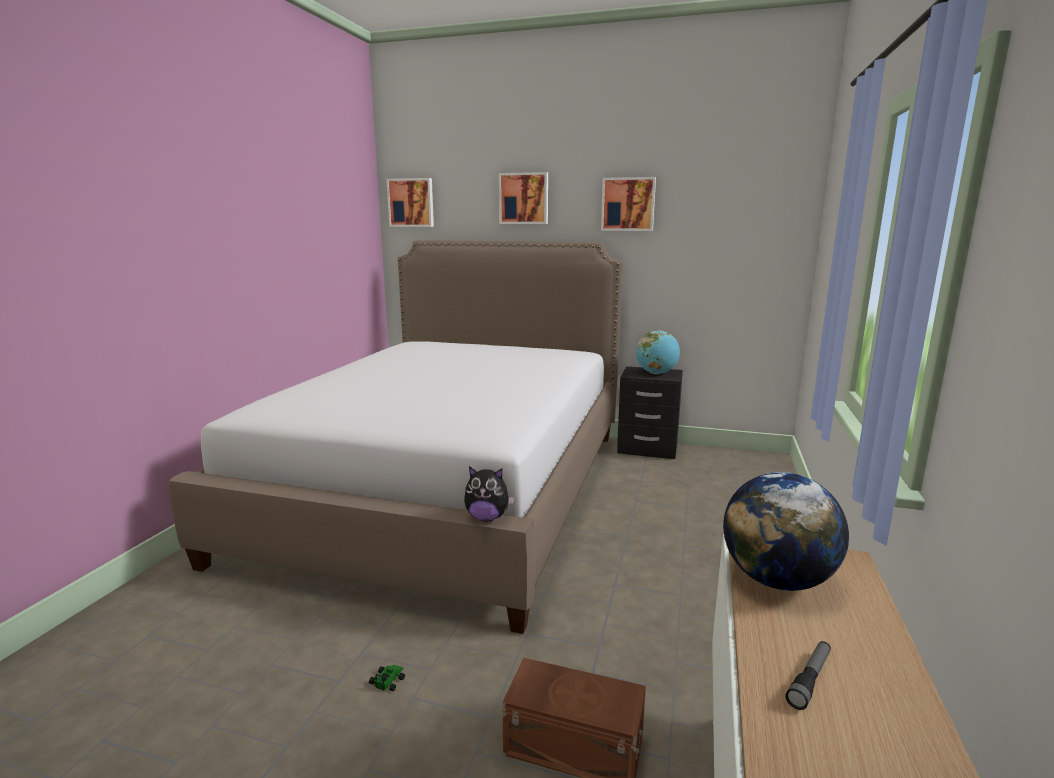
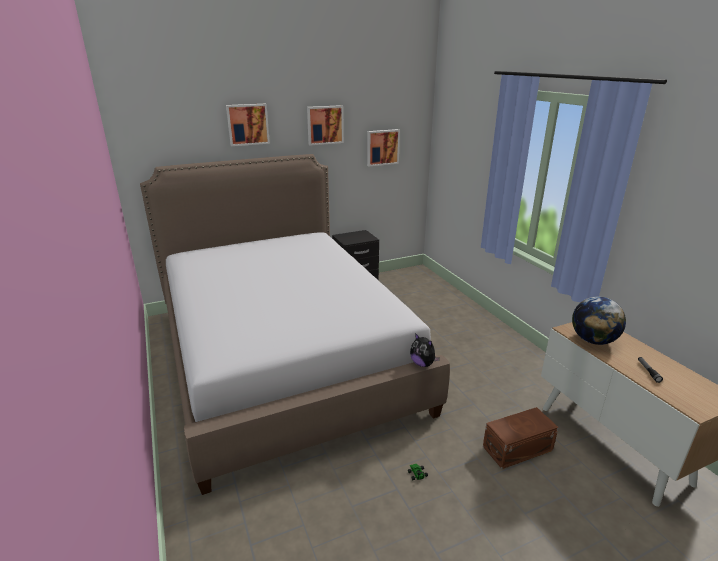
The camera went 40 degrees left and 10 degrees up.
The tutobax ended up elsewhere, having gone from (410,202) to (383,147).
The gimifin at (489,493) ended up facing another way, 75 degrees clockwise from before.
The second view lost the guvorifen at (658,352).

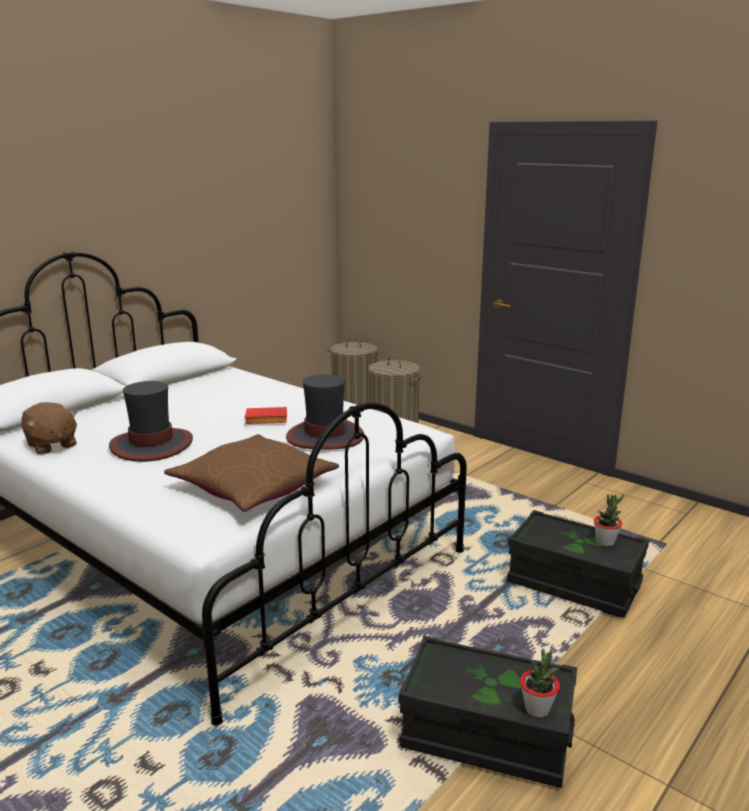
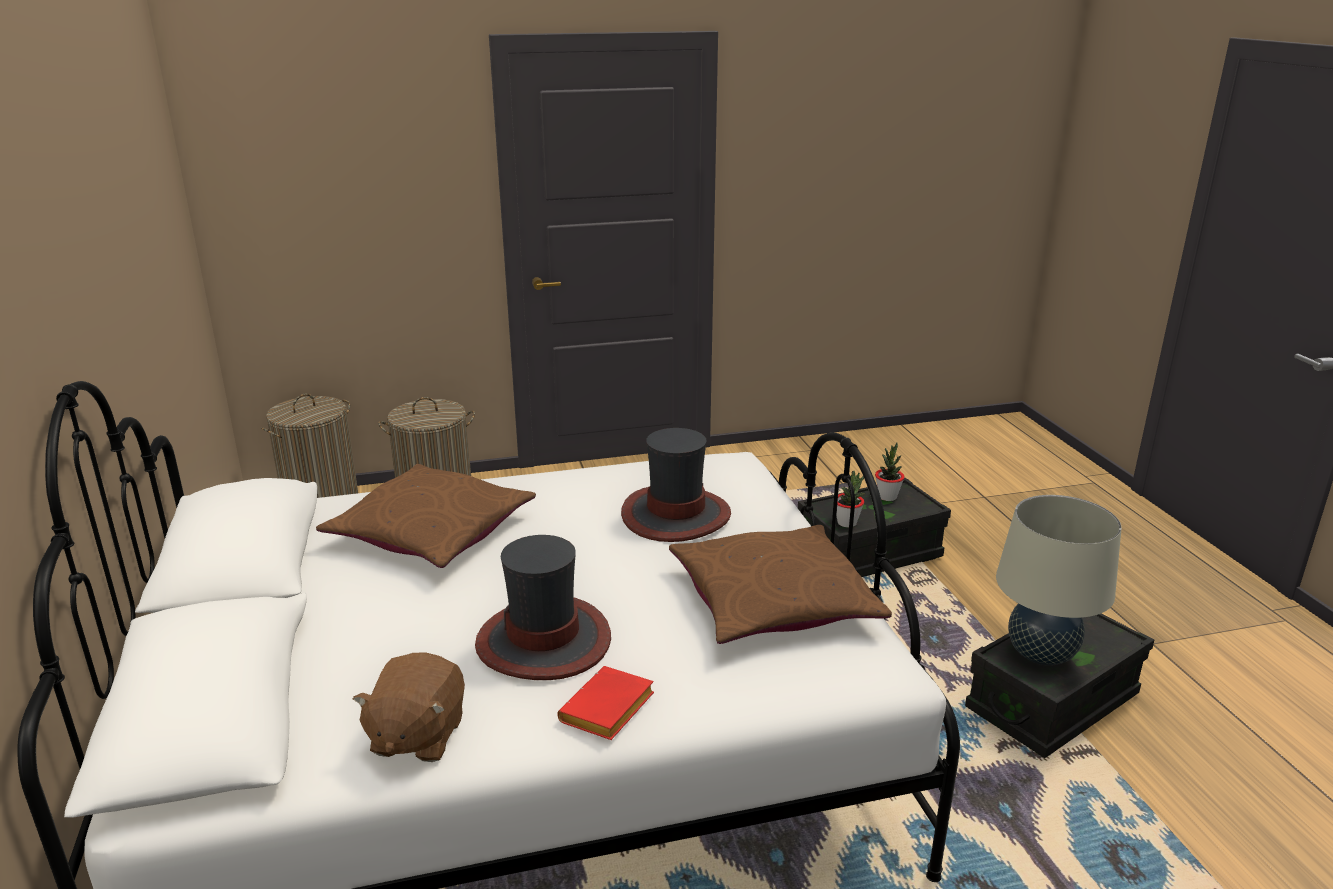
The camera went 55 degrees left and 5 degrees up.
The brown gimifin at (49,428) ended up facing another way, 105 degrees clockwise from before.
The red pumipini ended up elsewhere, having gone from (266,415) to (605,703).
The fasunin ended up elsewhere, having gone from (540,683) to (851,499).
The second view gained the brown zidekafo at (426,516).
The second view gained the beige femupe at (1058,580).

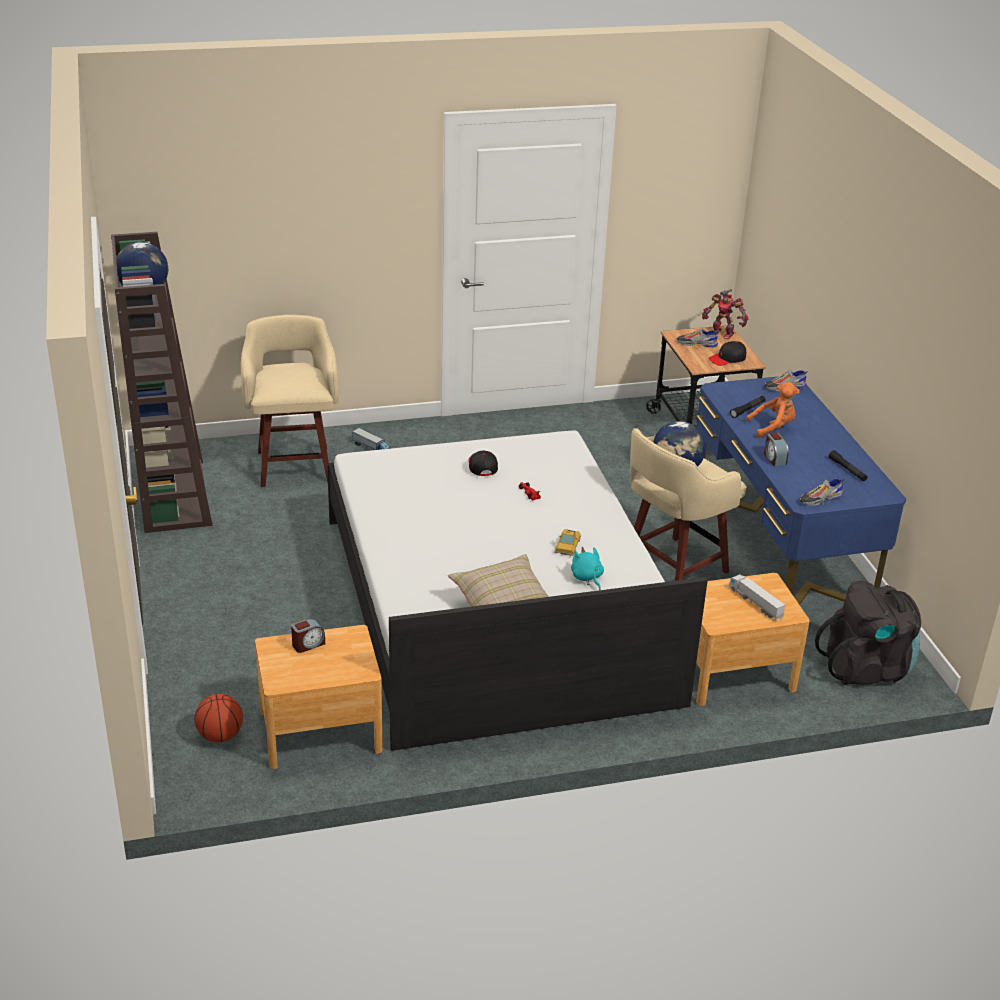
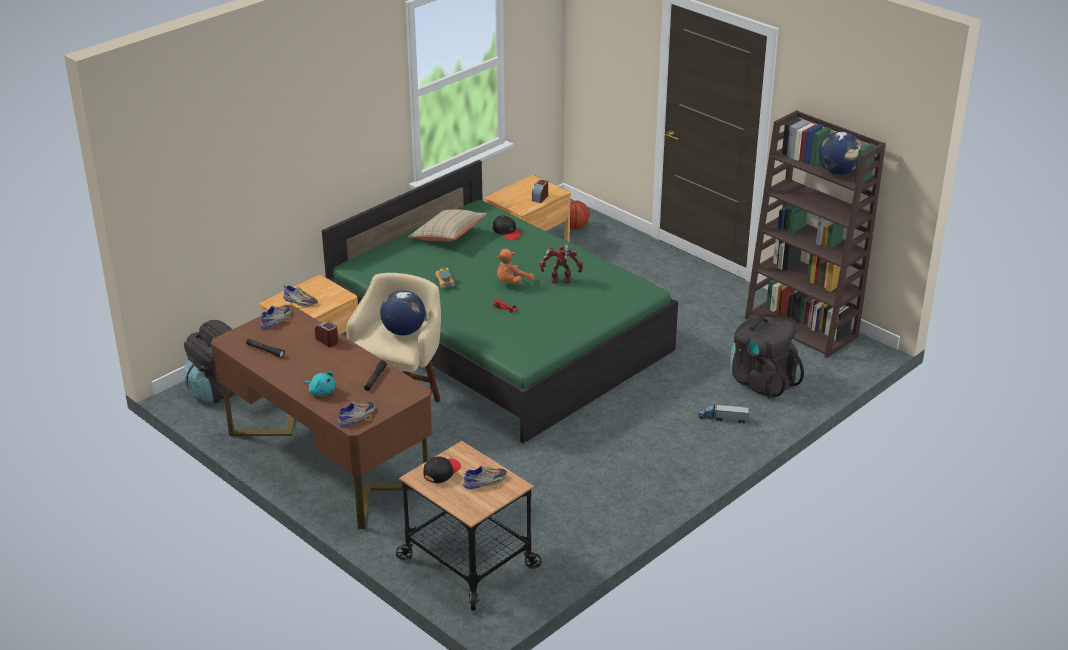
The camera went 150 degrees right and 0 degrees up.
Where the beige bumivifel stood at (290,401), the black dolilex came to stand at (767,358).
What was the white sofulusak at (517,591) turned into the green sofulusak at (500,302).
The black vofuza ended up elsewhere, having gone from (483,463) to (507,227).
The turquoise gimifin ended up elsewhere, having gone from (587,568) to (319,384).
What was the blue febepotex at (801,490) turned into the brown febepotex at (321,417).
The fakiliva ended up elsewhere, having gone from (725,314) to (561,263).
Where the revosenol stood at (757,597), the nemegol came to stand at (300,297).
The orange gimifin ended up elsewhere, having gone from (773,410) to (515,267).

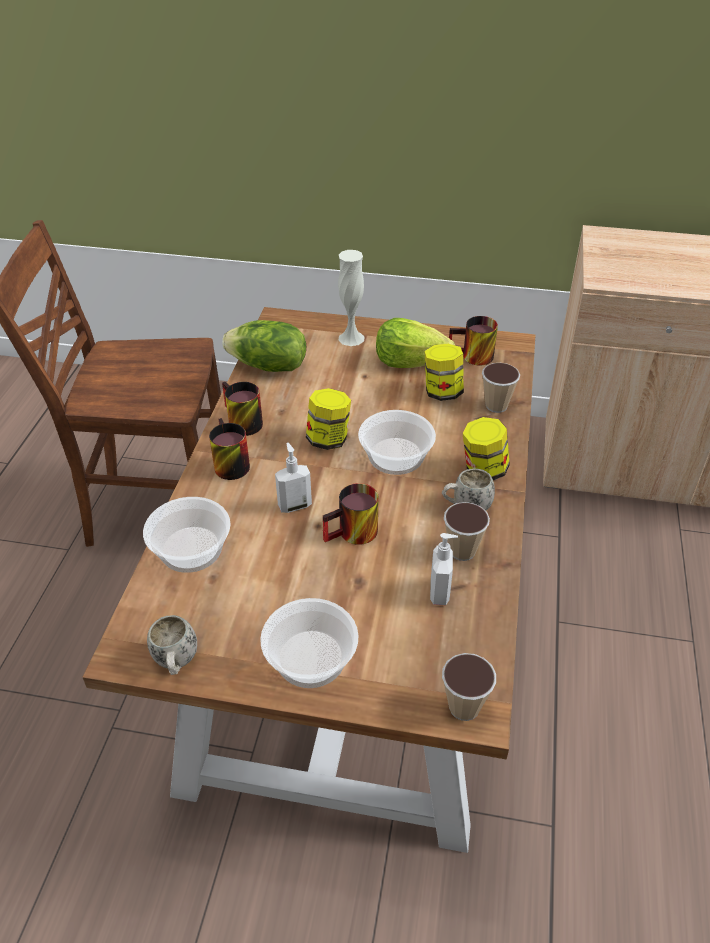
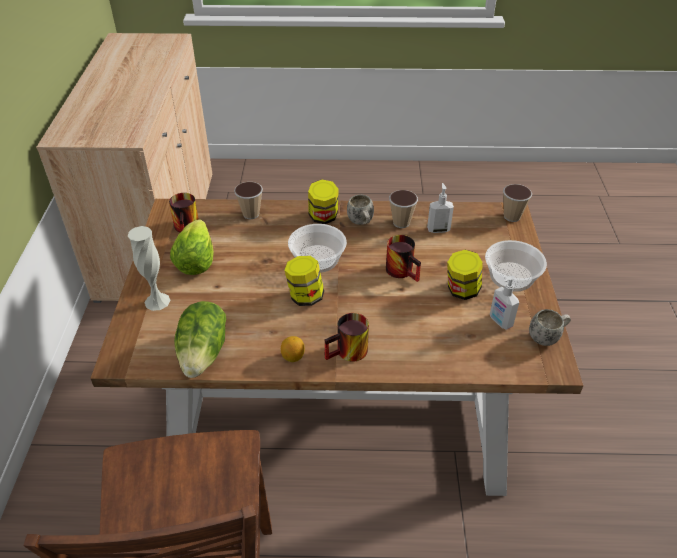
The camera went 100 degrees left and 0 degrees up.
The second view lost the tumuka at (186,535).
Where the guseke stood at (242,409), the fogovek came to stand at (293,349).
The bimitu ended up elsewhere, having gone from (293,477) to (504,303).
The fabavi ended up elsewhere, having gone from (444,372) to (465,275).

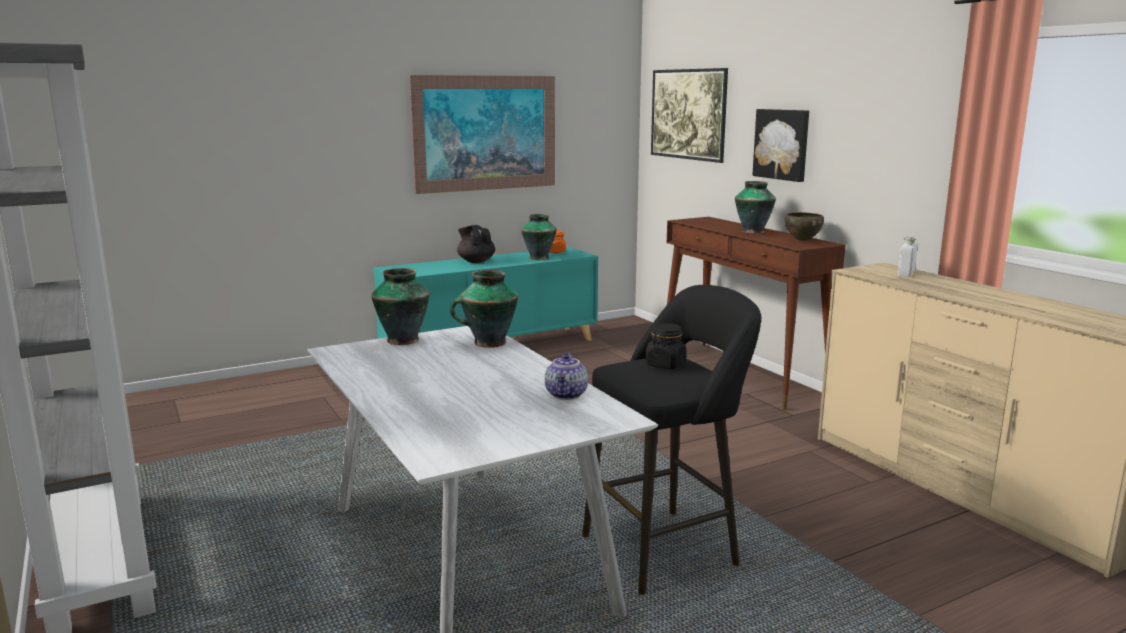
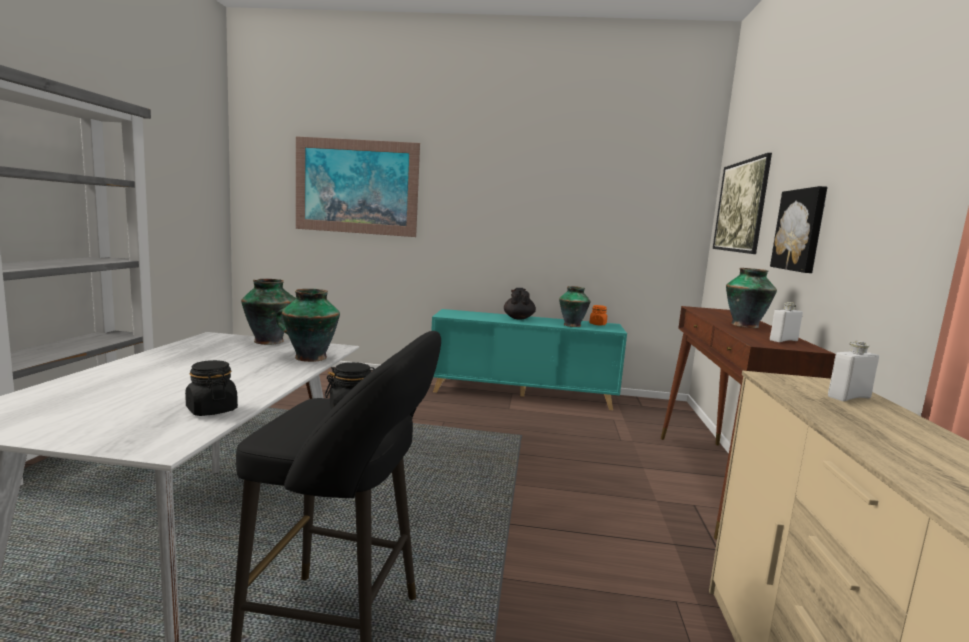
The camera went 35 degrees right and 5 degrees down.
The tutobax ended up elsewhere, having gone from (482,134) to (358,186).
Where the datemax stood at (566,376), the black fabavi came to stand at (211,388).
Where the brown tumuka stood at (804,226), the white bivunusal came to stand at (786,322).

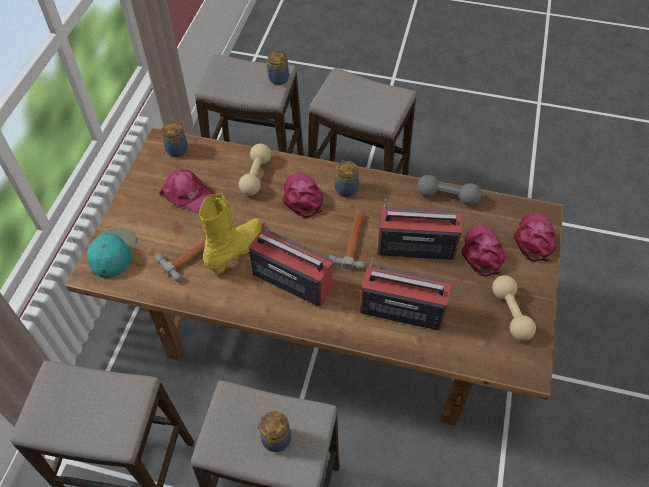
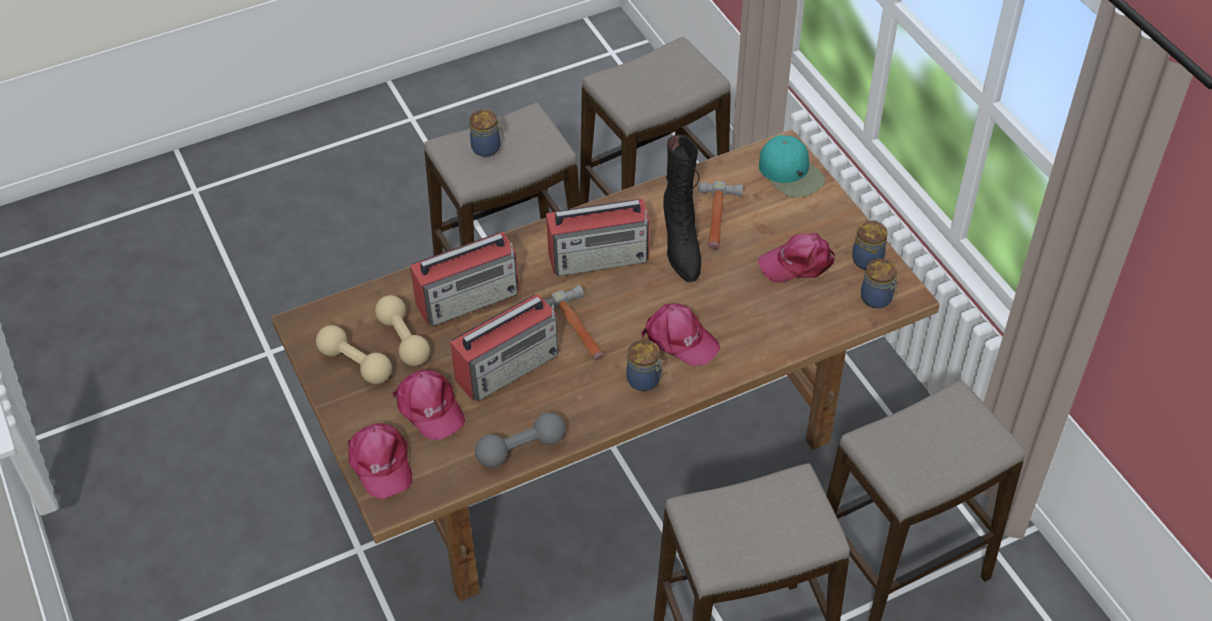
The camera went 140 degrees right and 5 degrees down.
What was the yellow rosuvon at (230,234) turned into the black rosuvon at (682,208).
The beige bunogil ended up elsewhere, having gone from (255,169) to (402,330).
The fabavi ended up elsewhere, having gone from (277,68) to (869,245).

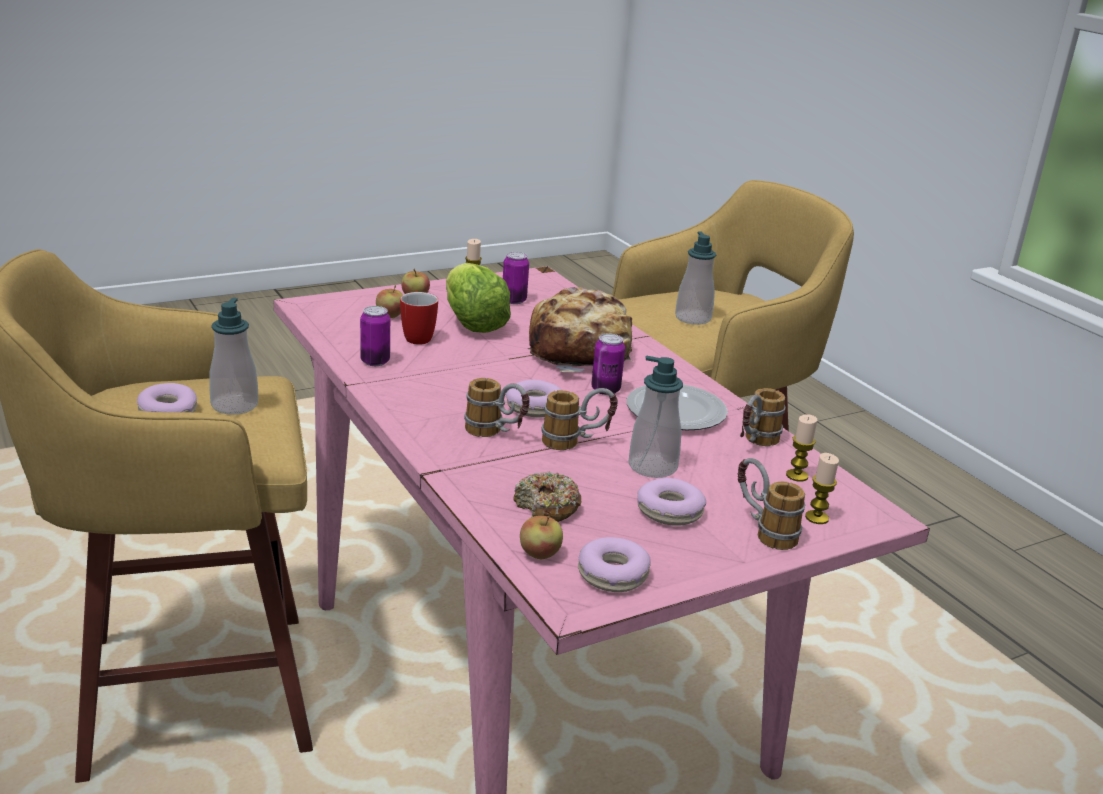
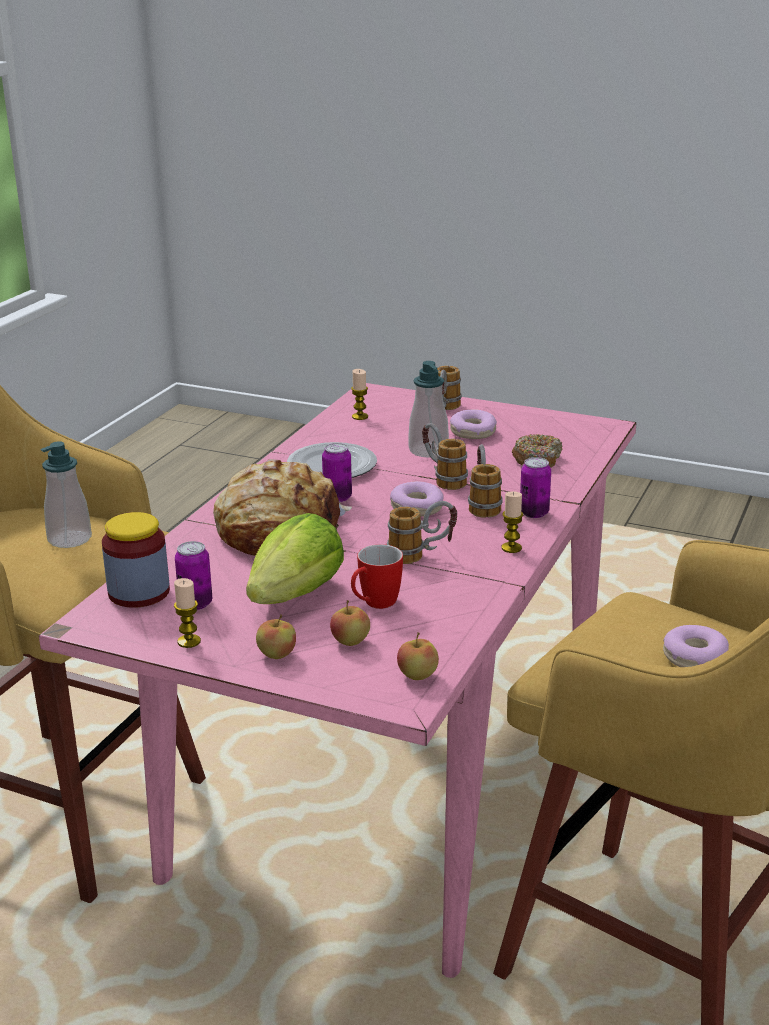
The camera went 125 degrees left and 0 degrees up.
The second view lost the bimitu at (234,356).
The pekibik ended up elsewhere, having gone from (375,336) to (535,487).
The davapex ended up elsewhere, having gone from (541,537) to (418,656).
The second view lost the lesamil at (614,564).
The guseke ended up elsewhere, having gone from (763,417) to (422,532).
The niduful ended up elsewhere, having gone from (822,488) to (512,522).
The second view gained the fabavi at (136,560).

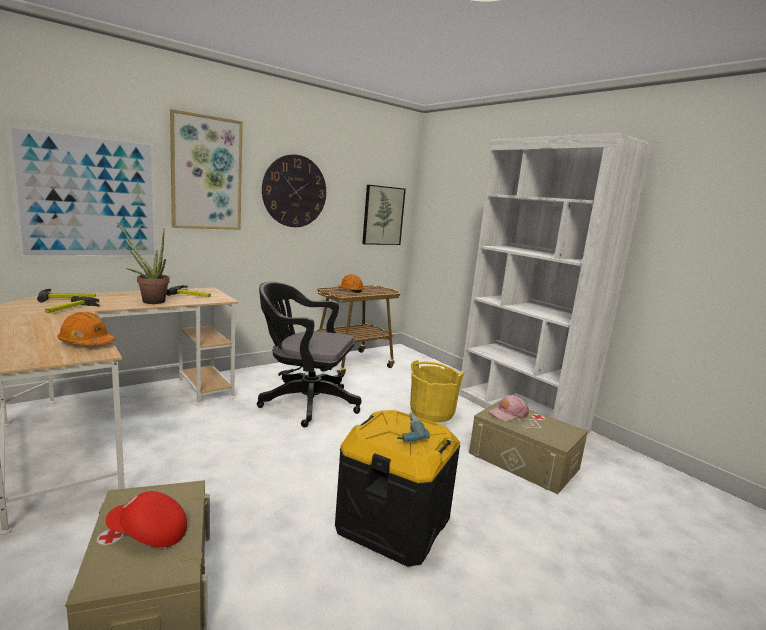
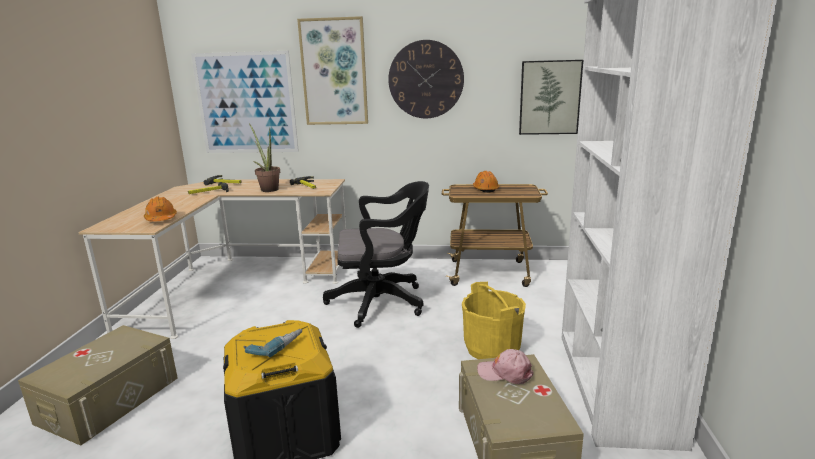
The camera went 45 degrees right and 5 degrees up.
The second view lost the red vofuza at (146,519).
The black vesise at (309,354) ended up facing another way, 120 degrees clockwise from before.

